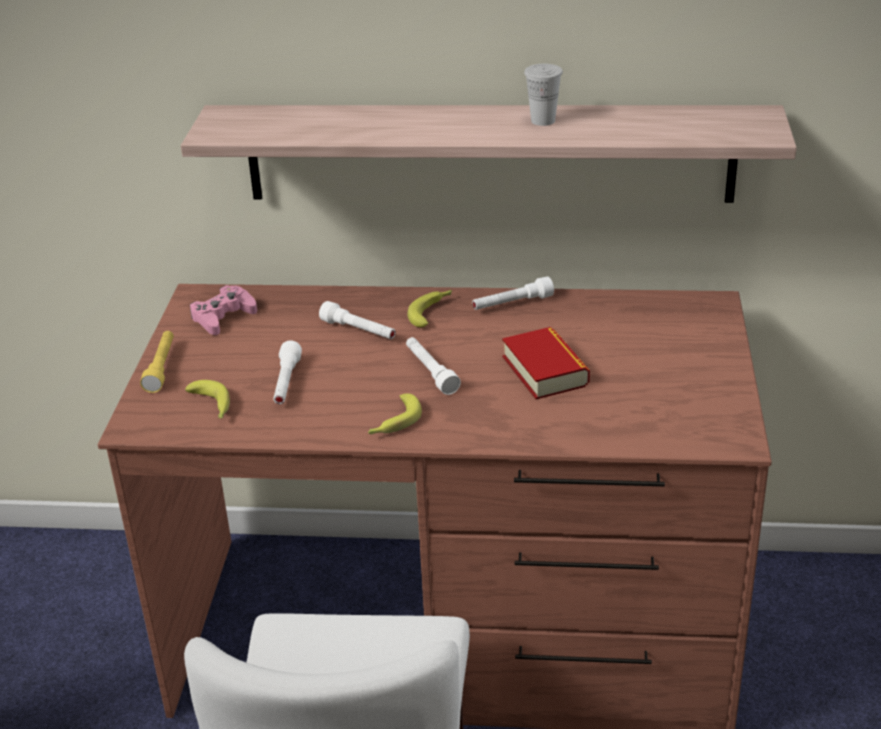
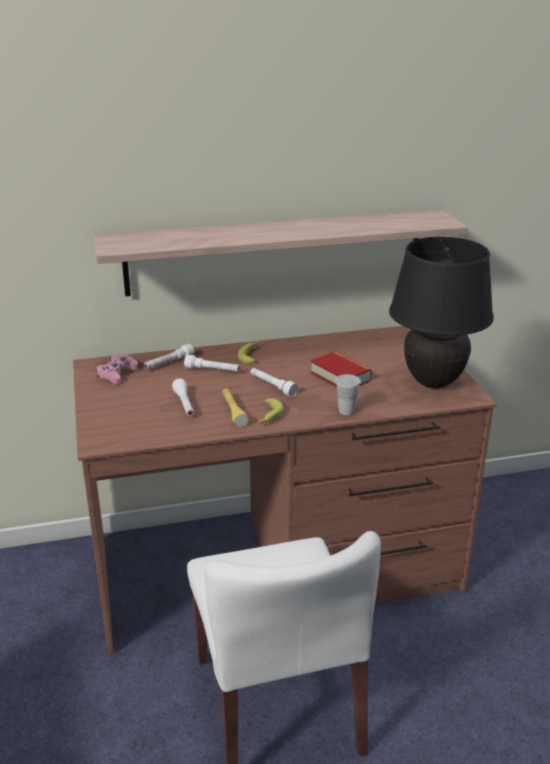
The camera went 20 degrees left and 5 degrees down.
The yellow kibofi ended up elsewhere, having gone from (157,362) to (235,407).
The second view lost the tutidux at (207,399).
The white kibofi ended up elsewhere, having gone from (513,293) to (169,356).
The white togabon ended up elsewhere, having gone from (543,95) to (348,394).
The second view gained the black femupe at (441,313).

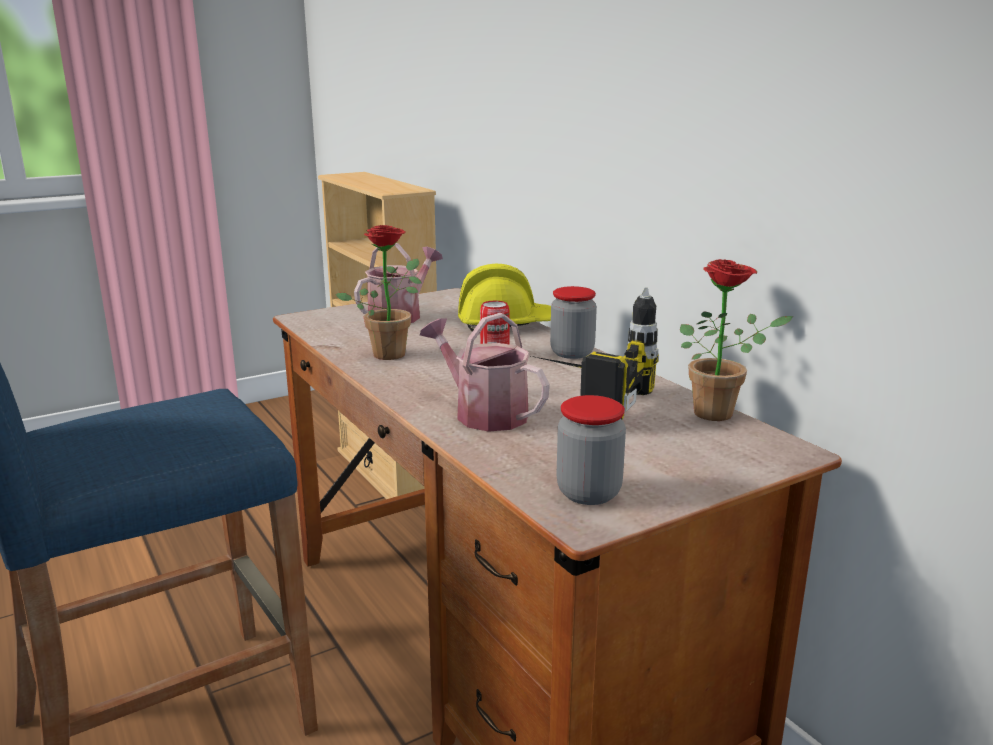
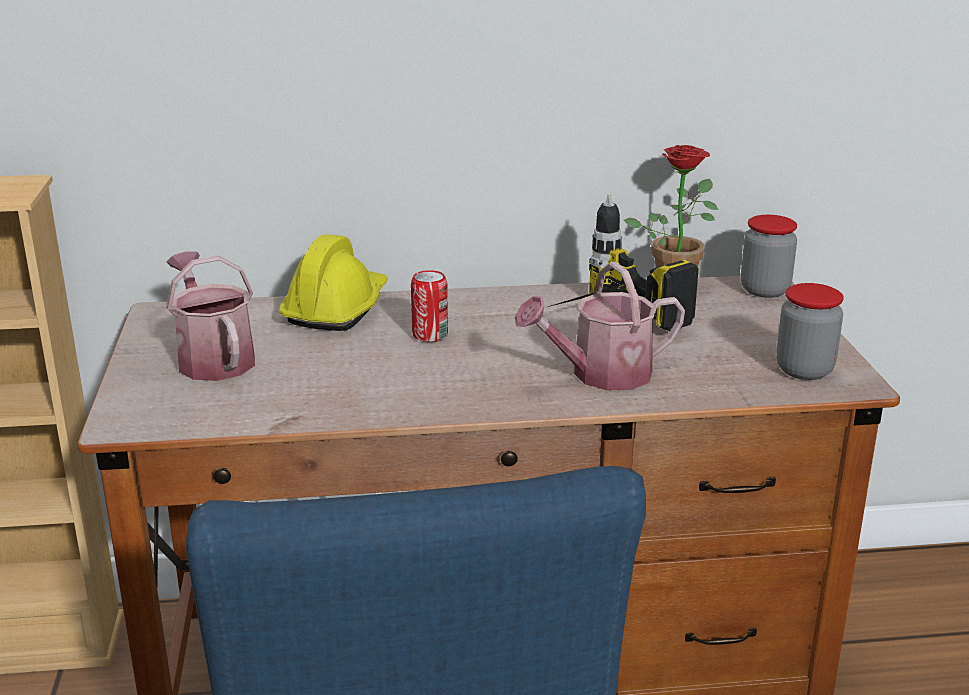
The camera went 65 degrees left and 5 degrees up.
The second view lost the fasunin at (378,292).
The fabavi ended up elsewhere, having gone from (573,322) to (769,256).

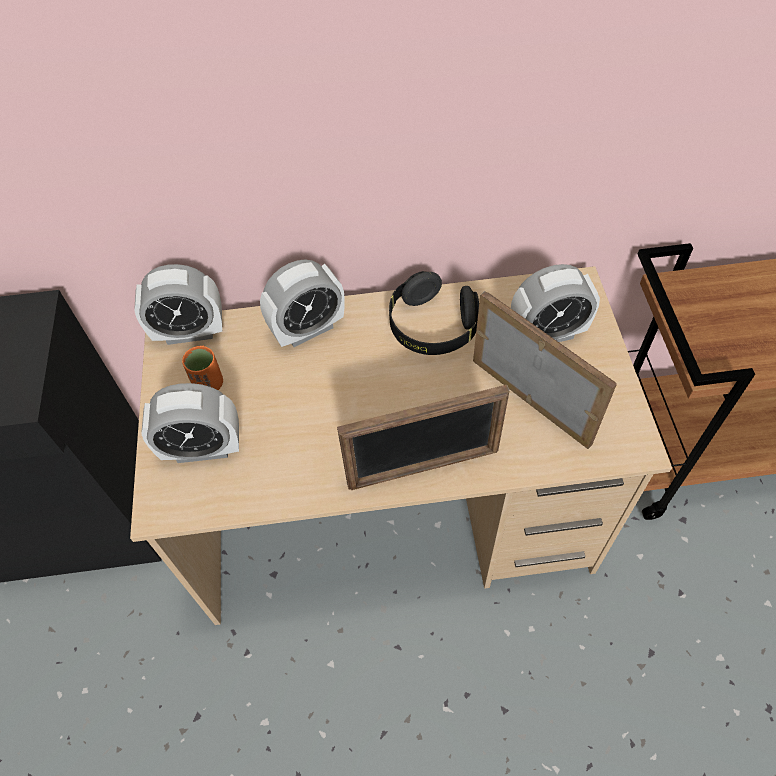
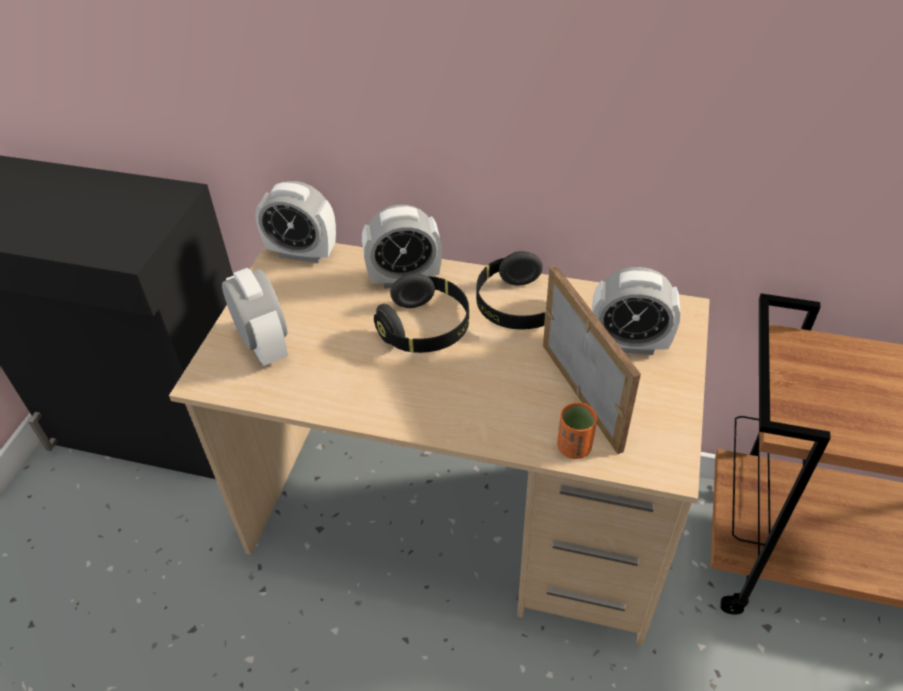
The camera went 20 degrees right and 10 degrees down.
The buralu at (190,423) ended up facing another way, 135 degrees counterclockwise from before.
The orange togabon ended up elsewhere, having gone from (202,368) to (577,431).
The second view lost the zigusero at (423,437).
The second view gained the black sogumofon at (421,313).

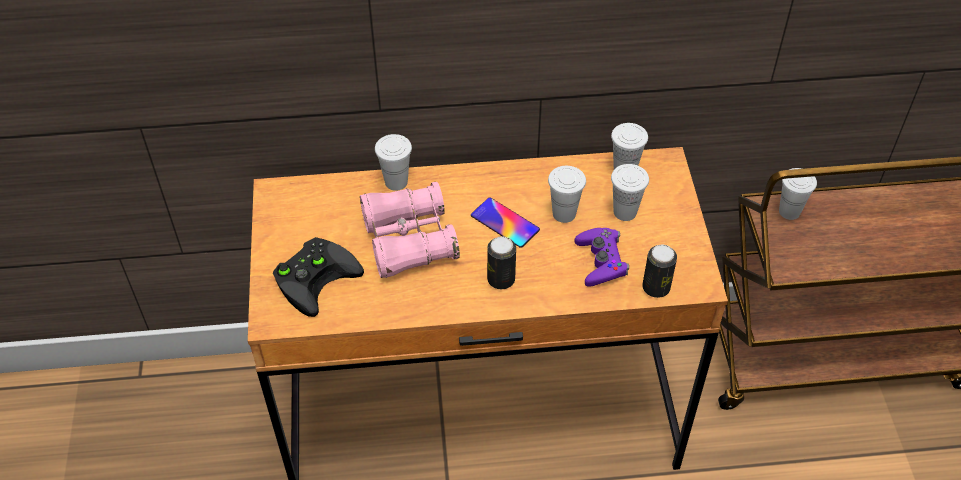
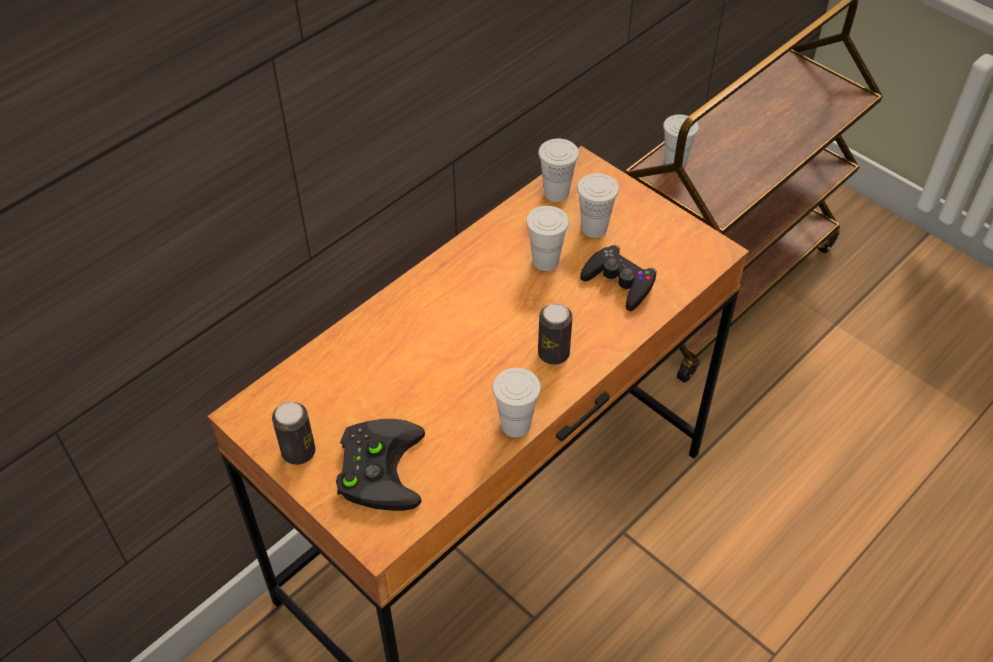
The camera went 40 degrees left and 0 degrees up.
The second view lost the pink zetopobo at (410,230).
The white togabon ended up elsewhere, having gone from (393,162) to (516,402).
The second view lost the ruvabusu at (505,223).
What was the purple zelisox at (602,257) turned into the black zelisox at (618,278).
The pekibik ended up elsewhere, having gone from (659,271) to (294,433).

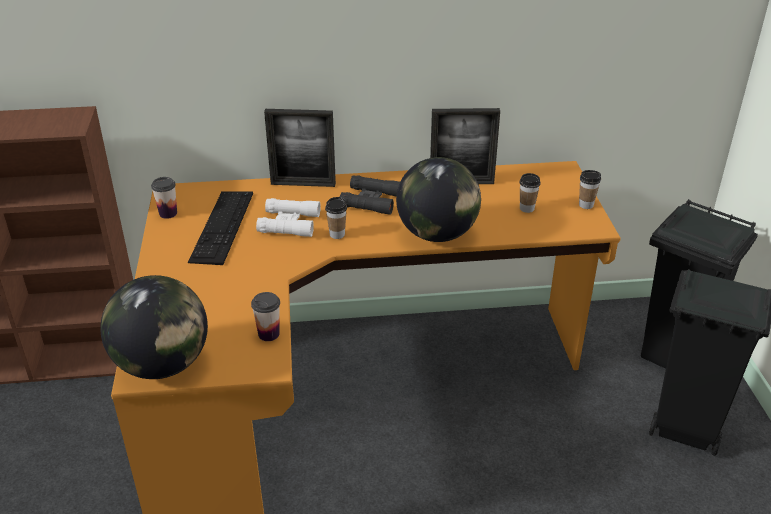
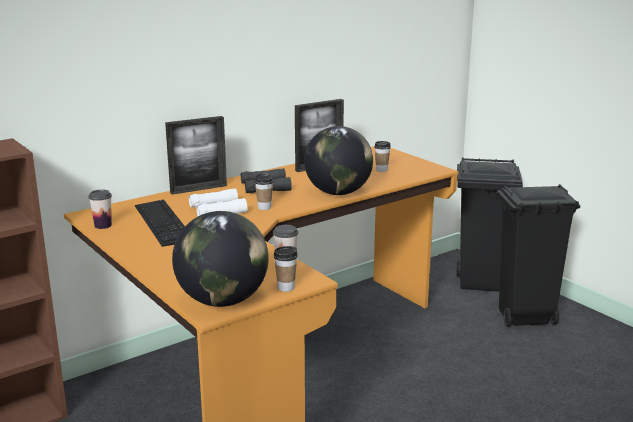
The camera went 30 degrees left and 15 degrees down.
The togabon ended up elsewhere, having gone from (590,189) to (286,269).

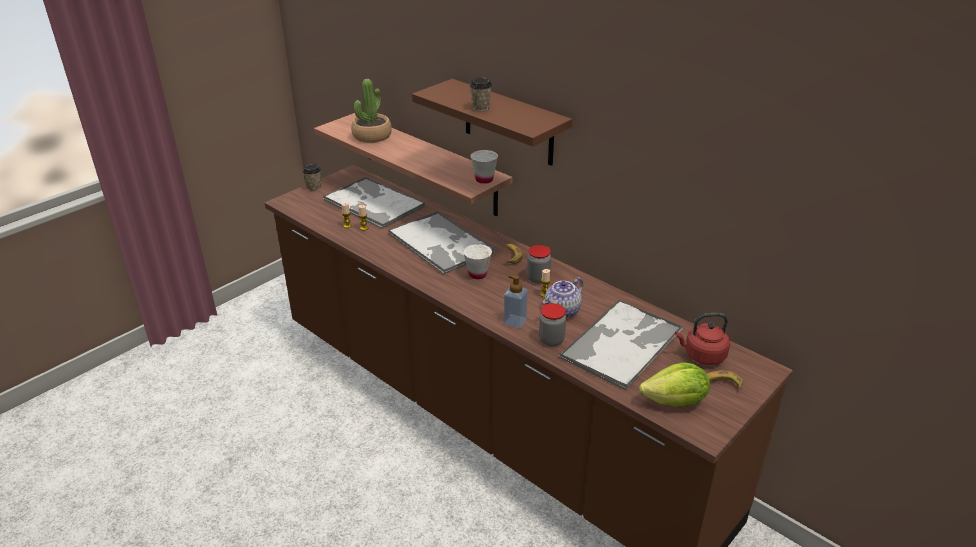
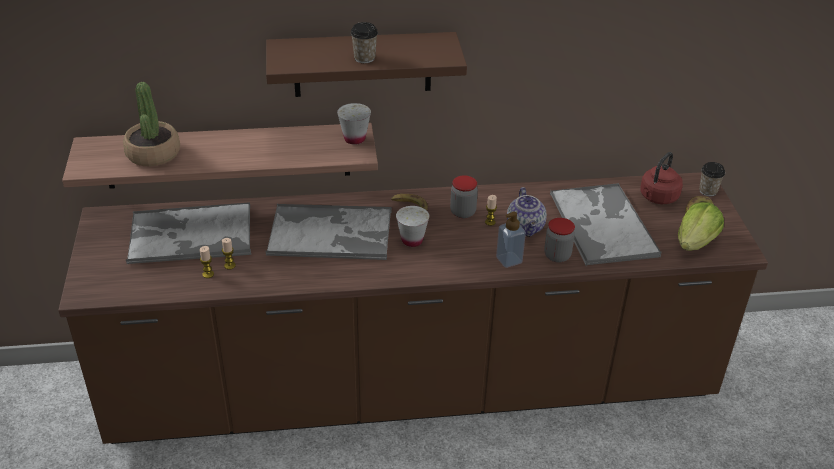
The camera went 50 degrees left and 5 degrees up.
The togabon ended up elsewhere, having gone from (312,177) to (712,179).

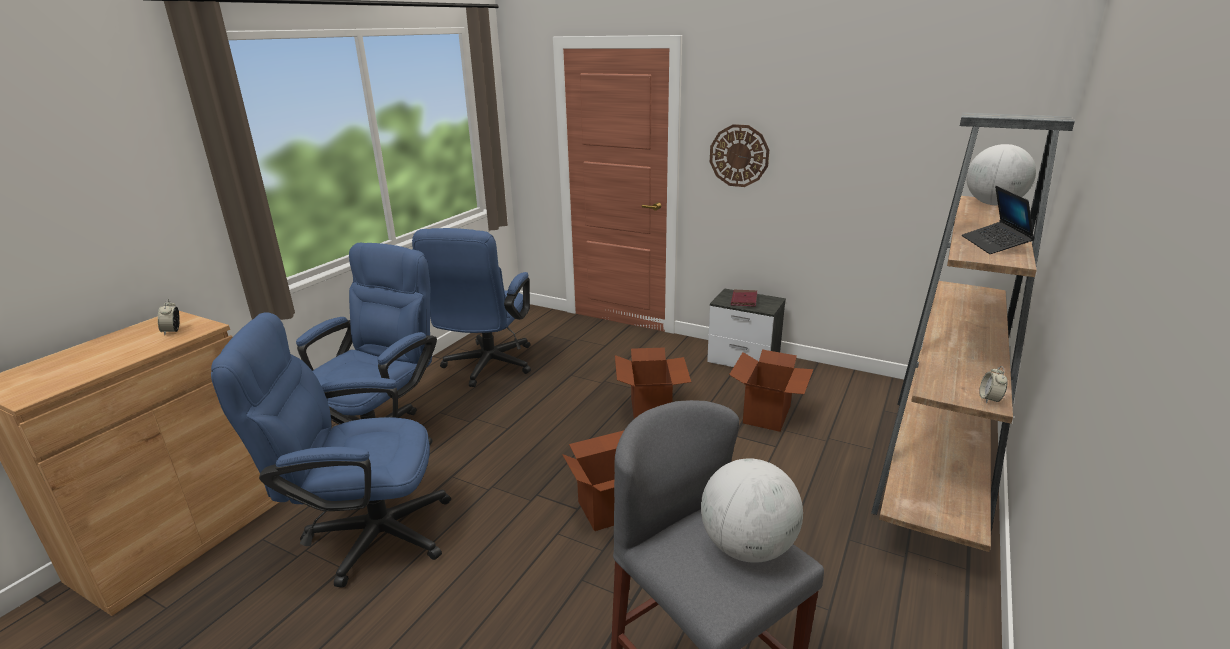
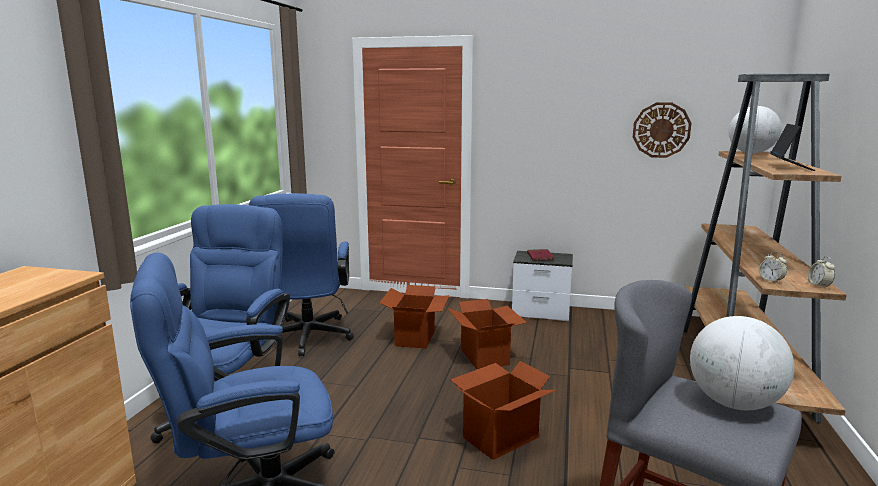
The camera went 15 degrees left and 10 degrees down.
The buralu ended up elsewhere, having gone from (169,317) to (773,268).
The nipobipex ended up elsewhere, having gone from (739,155) to (662,130).
The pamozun ended up elsewhere, having gone from (771,390) to (414,317).
The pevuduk at (998,220) ended up facing another way, 150 degrees counterclockwise from before.

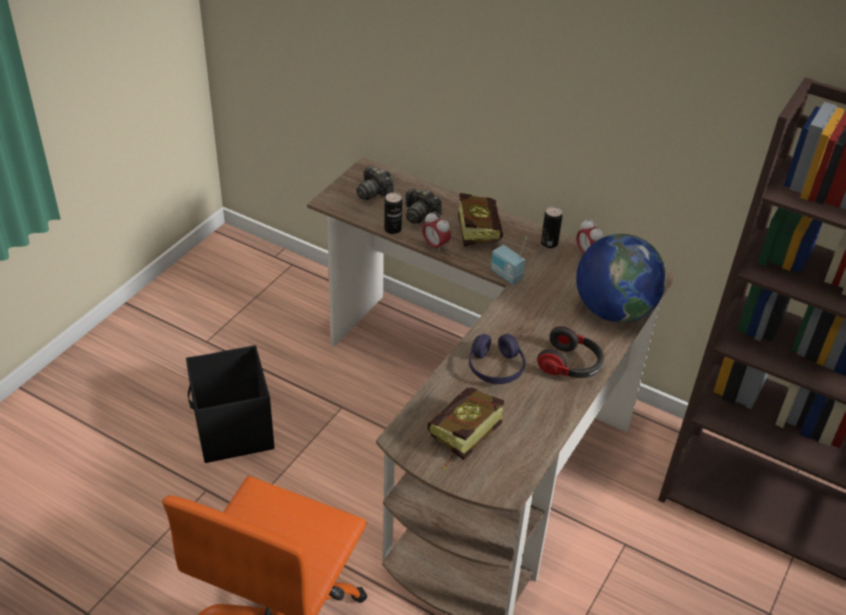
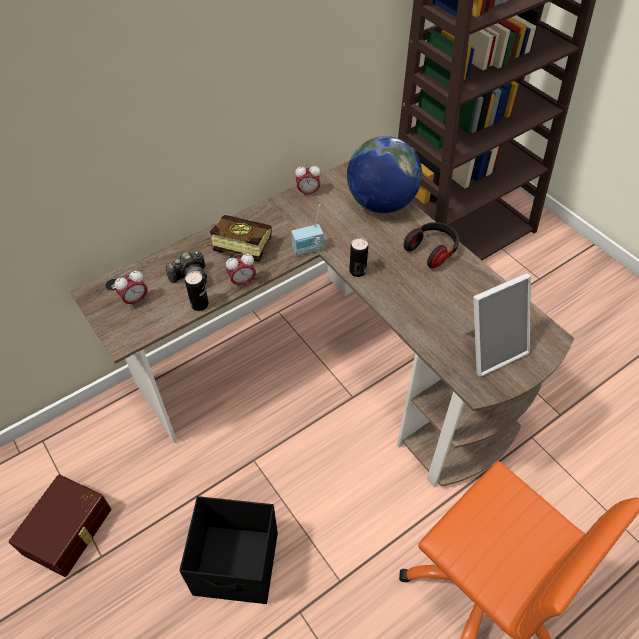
The camera went 65 degrees left and 10 degrees up.
Where the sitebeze stood at (375,183), the buralu came to stand at (131,289).
Where the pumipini stood at (466,428), the zigusero came to stand at (497,325).
The second view lost the purple sogumofon at (497,359).
The pekibik ended up elsewhere, having gone from (552,227) to (358,257).
The second view gained the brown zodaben at (60,525).

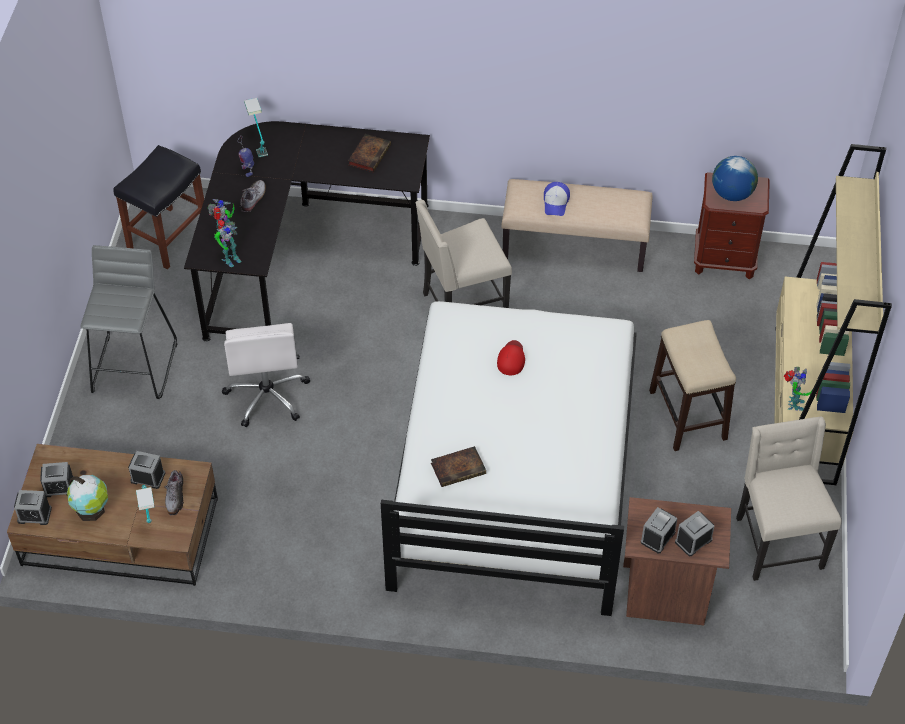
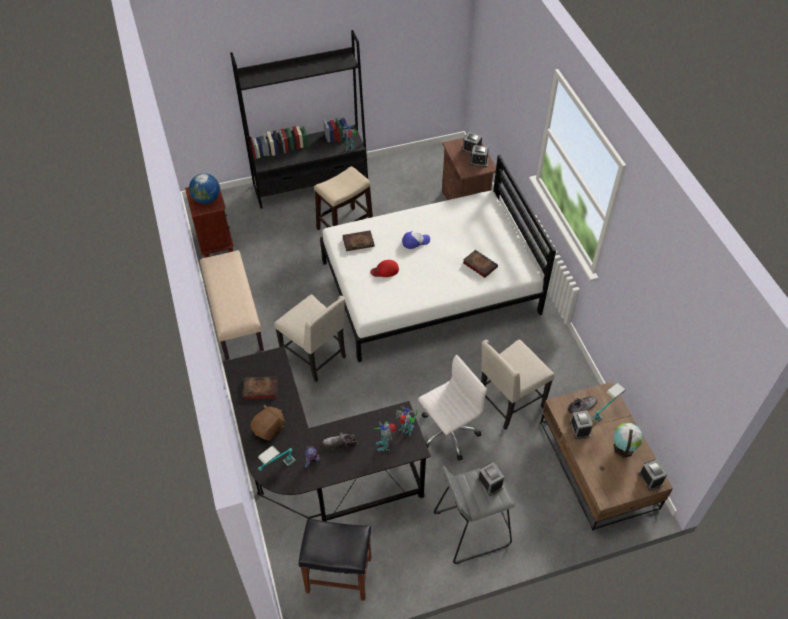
The camera went 115 degrees left and 0 degrees up.
The buralu ended up elsewhere, having gone from (57,479) to (490,479).
The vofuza ended up elsewhere, having gone from (557,199) to (416,240).
The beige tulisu ended up elsewhere, having gone from (789,499) to (517,384).
What was the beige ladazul at (833,314) turned into the black ladazul at (299,119).
The second view gained the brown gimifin at (267,423).
The second view gained the pumipini at (358,241).

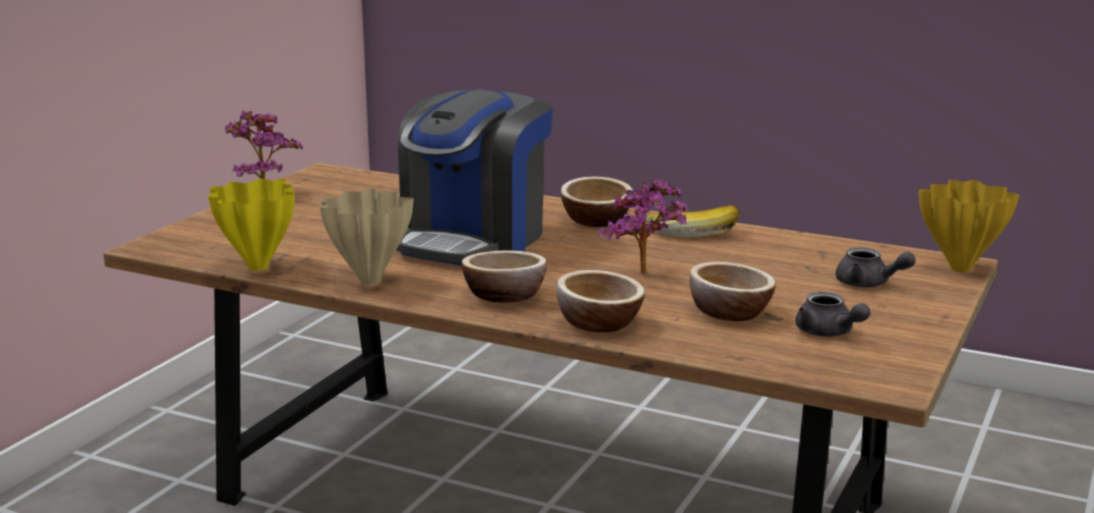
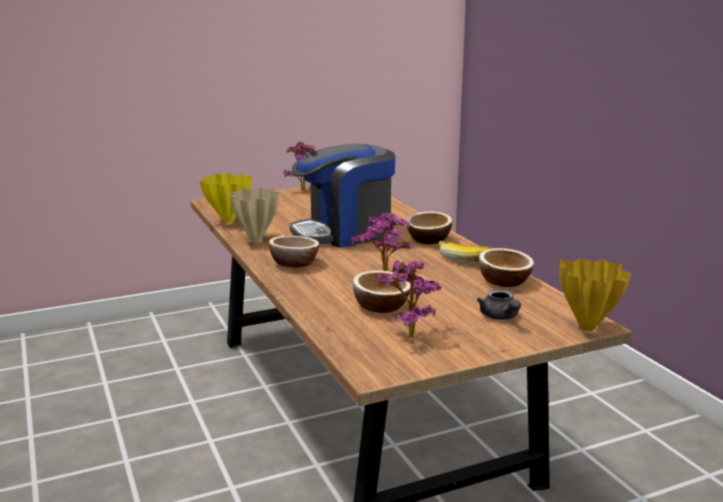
The camera went 40 degrees right and 0 degrees up.
The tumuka ended up elsewhere, having gone from (601,301) to (506,267).
Where the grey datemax stood at (833,314), the fasunin came to stand at (409,299).

